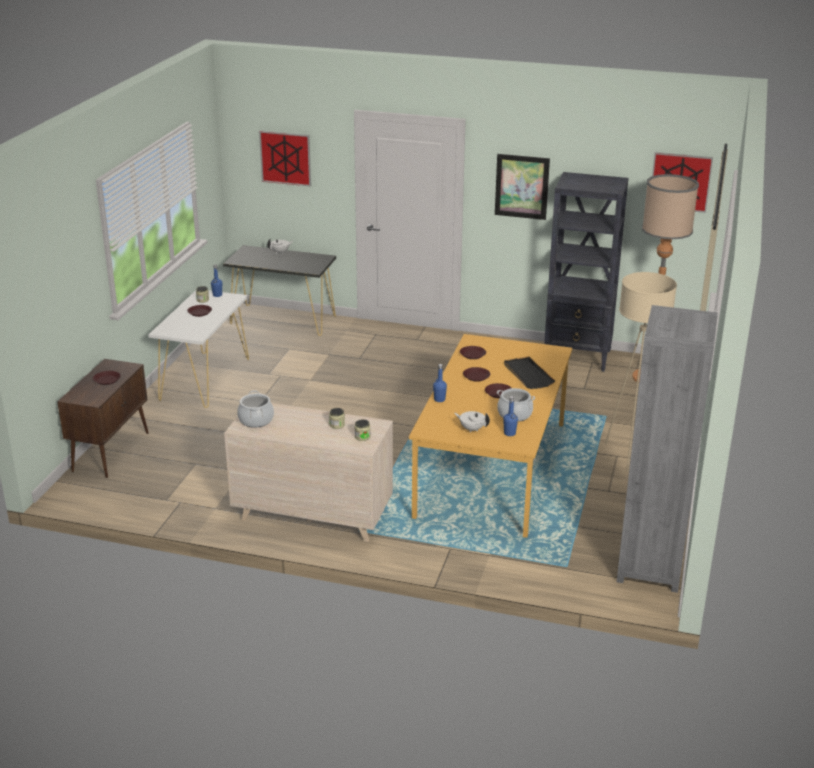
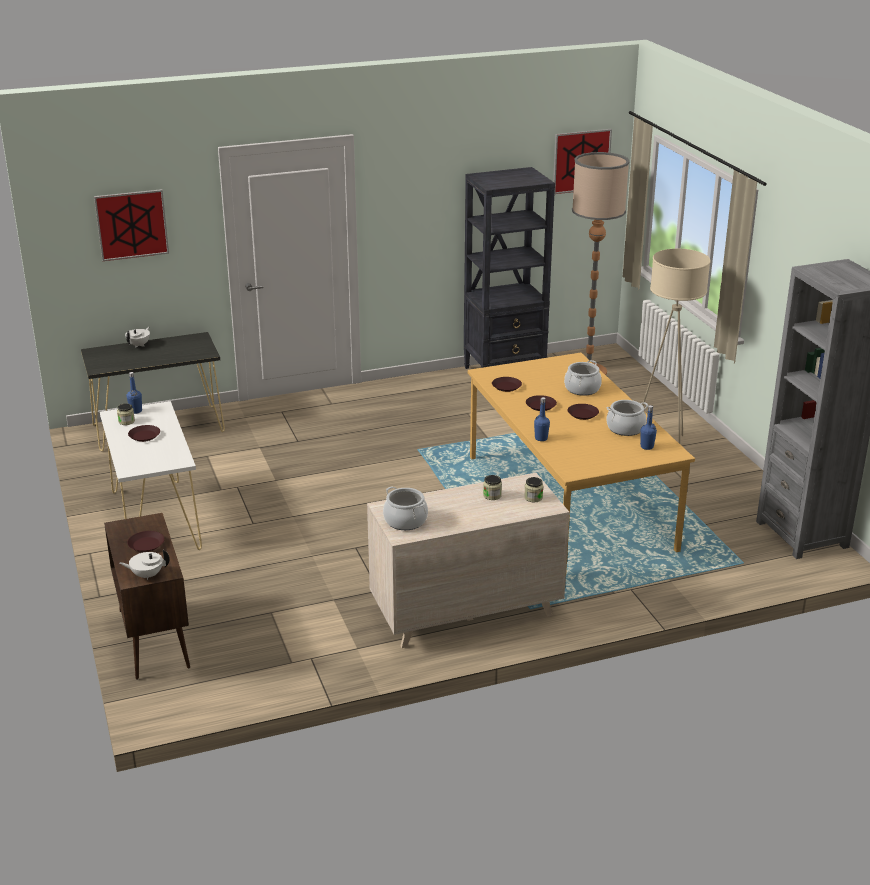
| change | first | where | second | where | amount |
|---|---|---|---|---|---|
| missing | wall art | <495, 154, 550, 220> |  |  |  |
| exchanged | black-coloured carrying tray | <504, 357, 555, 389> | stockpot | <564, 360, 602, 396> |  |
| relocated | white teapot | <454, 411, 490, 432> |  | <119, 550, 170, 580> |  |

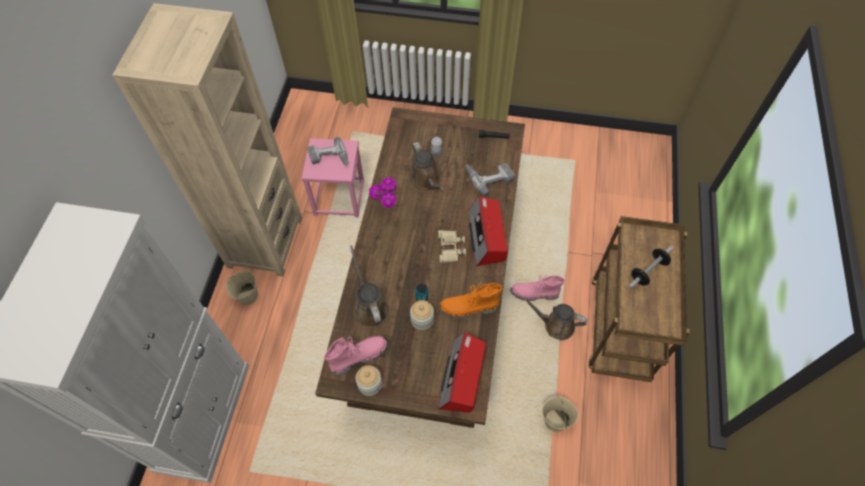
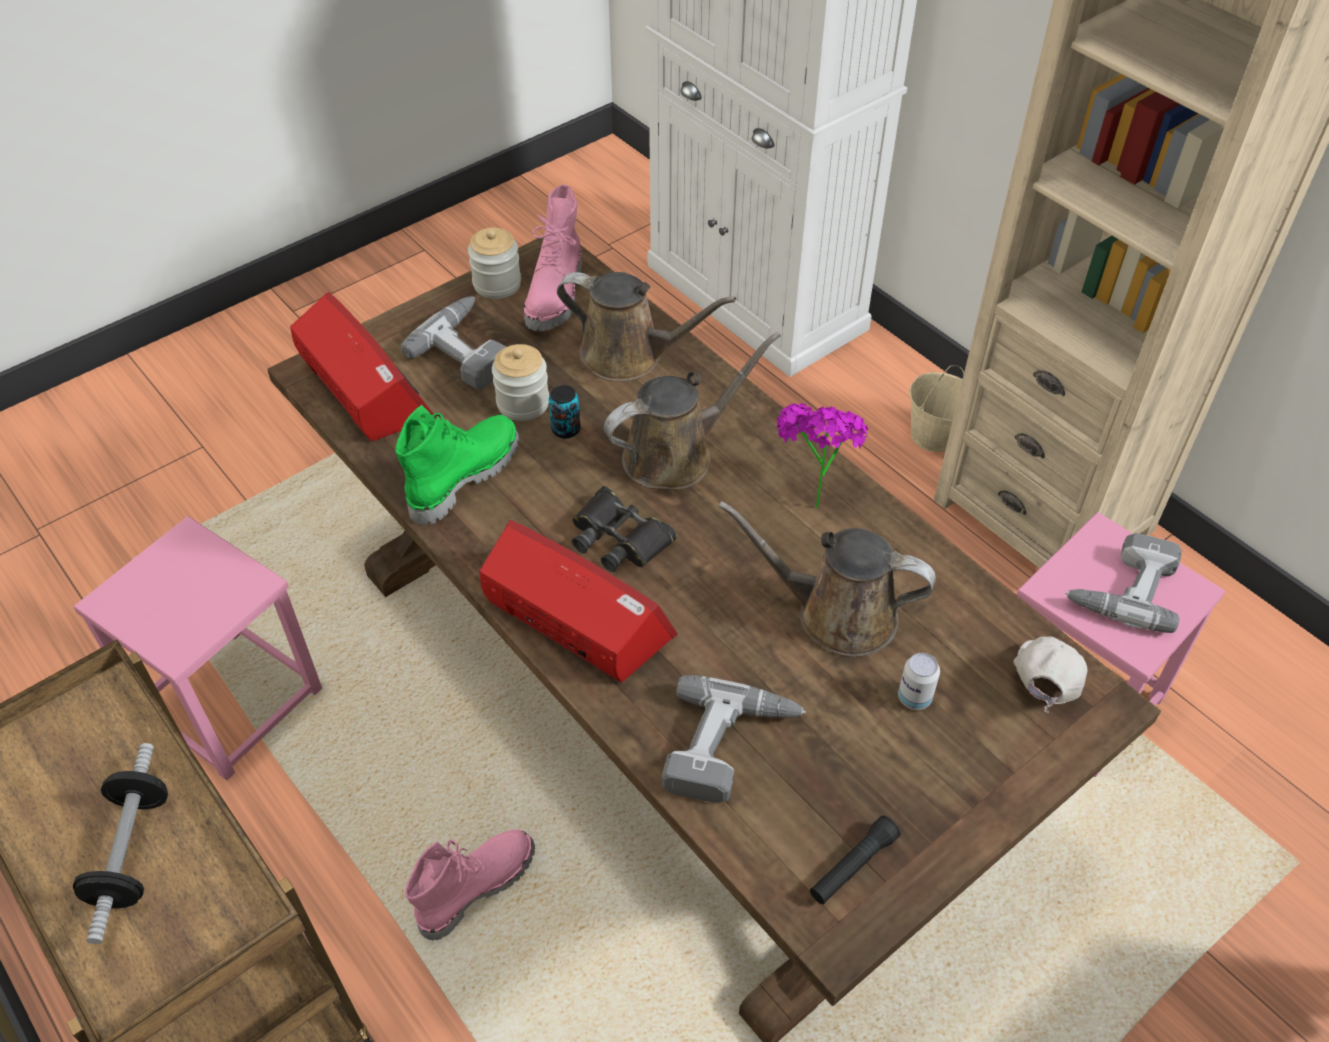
| change | first | where | second | where | amount |
|---|---|---|---|---|---|
| colour | beige-coloured binoculars | <438, 230, 466, 263> | black-coloured binoculars | <572, 486, 677, 572> |  |
| colour | orange high-top boot | <439, 283, 503, 319> | green-coloured high-top boot | <395, 405, 519, 525> |  |
| relocated | brown watering pot | <521, 296, 587, 340> |  | <604, 332, 781, 490> |  |
| exchanged | beige-coloured water bucket | <542, 396, 579, 432> | pinkish sitting stool | <74, 516, 322, 780> |  |
| appeared |  |  | power drill | <401, 296, 507, 390> |  |
| appeared |  |  | white cap | <1014, 636, 1087, 713> |  |

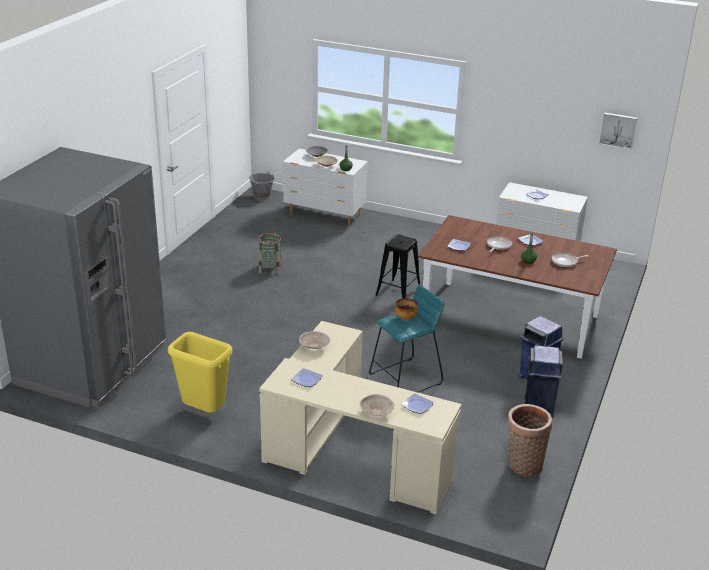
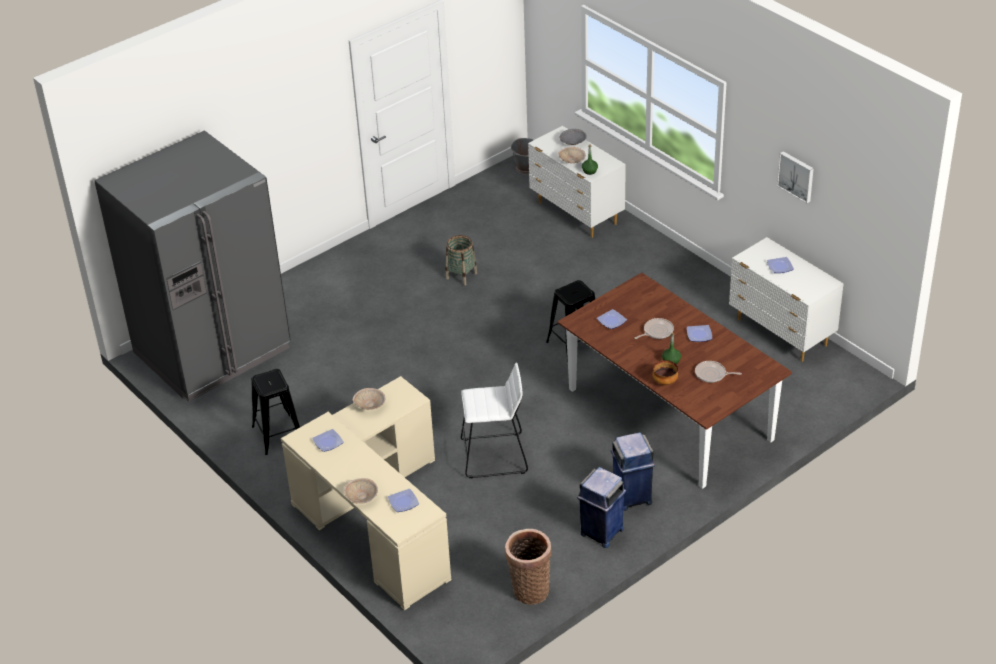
| change | first | where | second | where | amount |
|---|---|---|---|---|---|
| relocated | wall art | <599, 112, 637, 150> |  | <777, 151, 814, 204> |  |
| colour | turquoise-coloured sitting stool | <369, 284, 444, 392> | white sitting stool | <461, 362, 528, 478> |  |
| relocated | bowl | <395, 298, 418, 320> |  | <652, 360, 678, 385> |  |
| exchanged | yellow-coloured rubbish bin | <168, 332, 232, 413> | black-coloured sitting stool | <251, 369, 300, 455> |  |

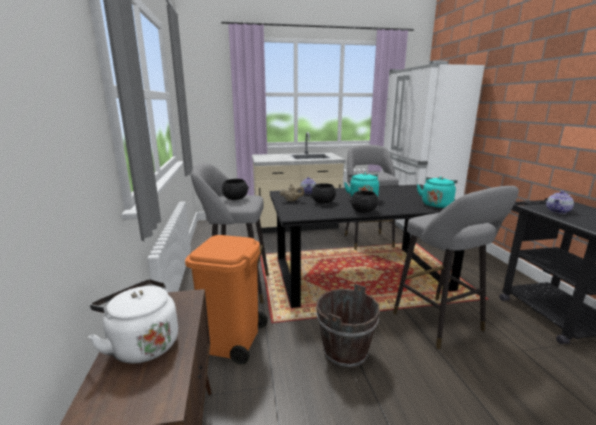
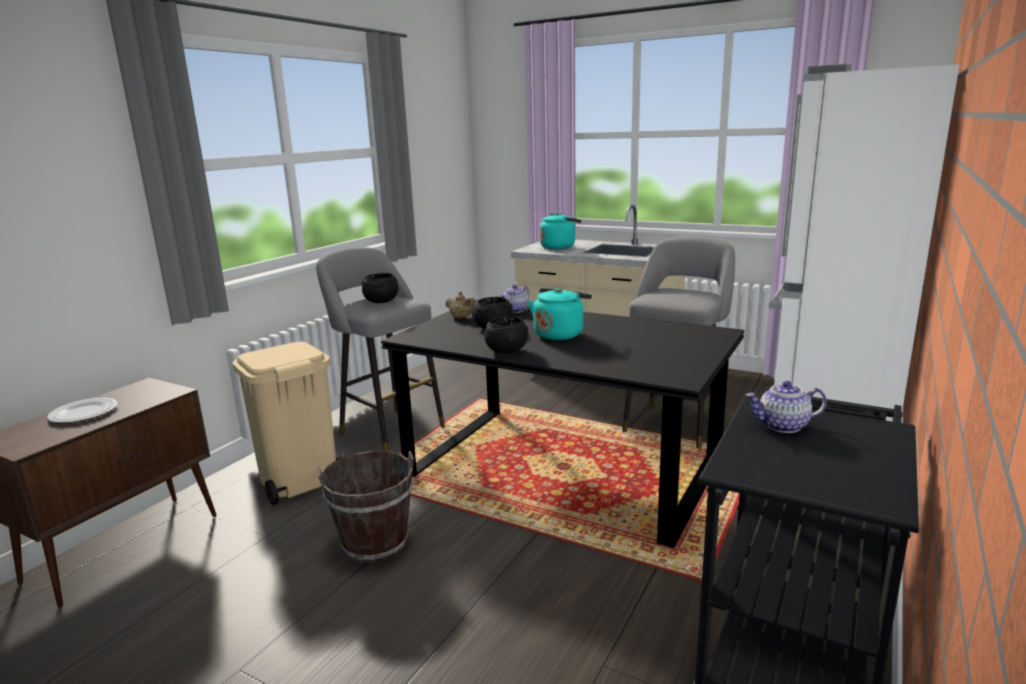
| change | first | where | second | where | amount |
|---|---|---|---|---|---|
| relocated | turquoise-coloured tea kettle | <417, 177, 458, 208> |  | <540, 213, 581, 249> |  |
| missing | grey sitting stool | <393, 186, 519, 349> |  |  |  |
| colour | orange rubbish bin | <185, 235, 268, 364> | beige-coloured rubbish bin | <232, 342, 342, 505> |  |
| exchanged | white tea kettle | <88, 279, 178, 364> | plate | <47, 398, 118, 423> |  |

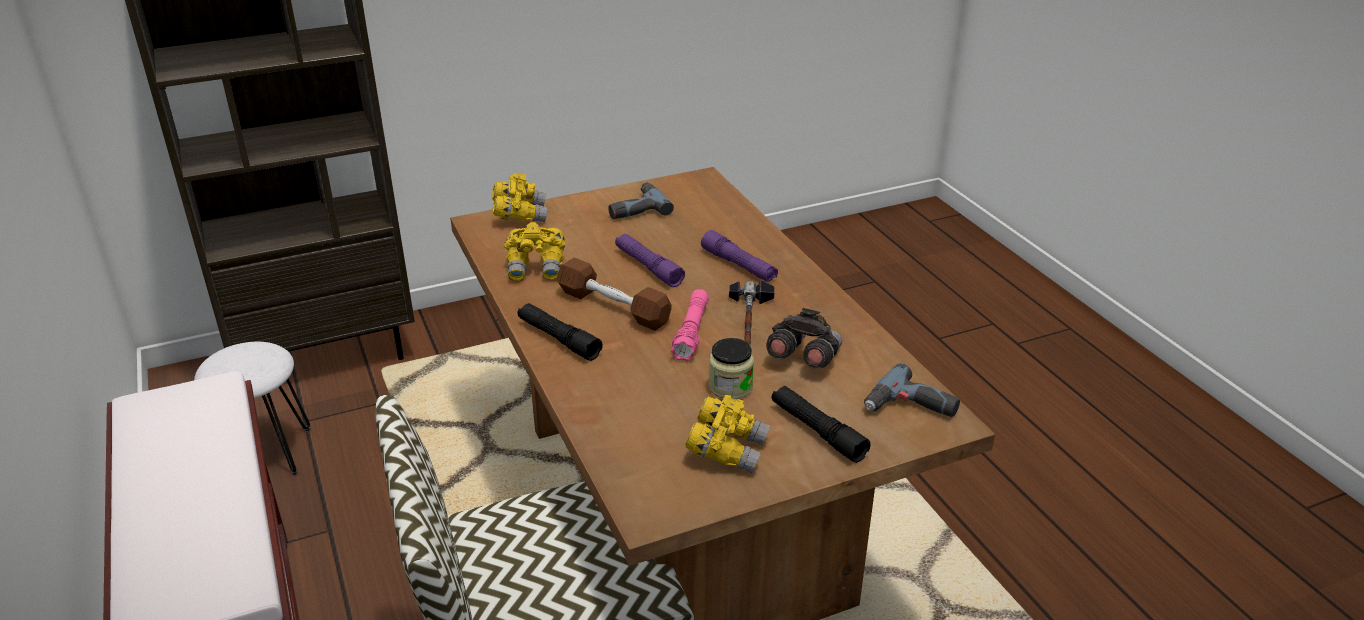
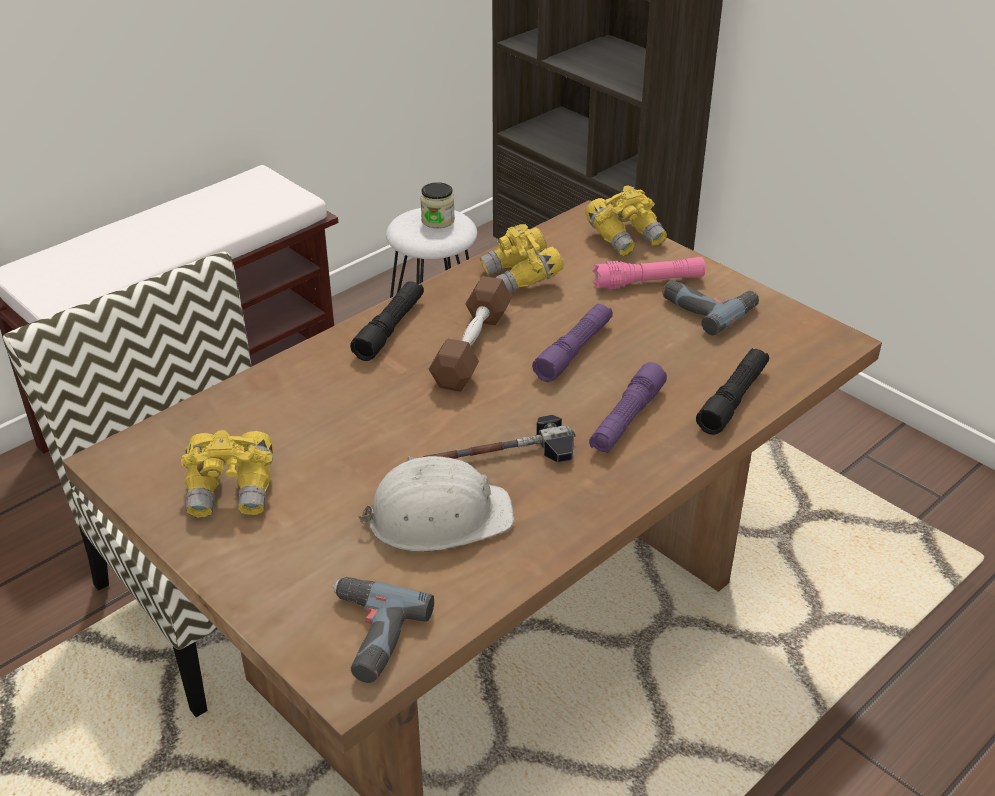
| change | first | where | second | where | amount |
|---|---|---|---|---|---|
| relocated | pinkish flashlight | <671, 289, 709, 361> |  | <593, 257, 705, 289> |  |
| exchanged | grey binoculars | <766, 308, 842, 369> | white hard hat | <359, 456, 514, 552> |  |
| relocated | storage jar | <709, 338, 754, 399> |  | <420, 182, 455, 228> |  |
| relocated | black-coloured flashlight | <772, 385, 871, 463> |  | <696, 348, 769, 435> |  |

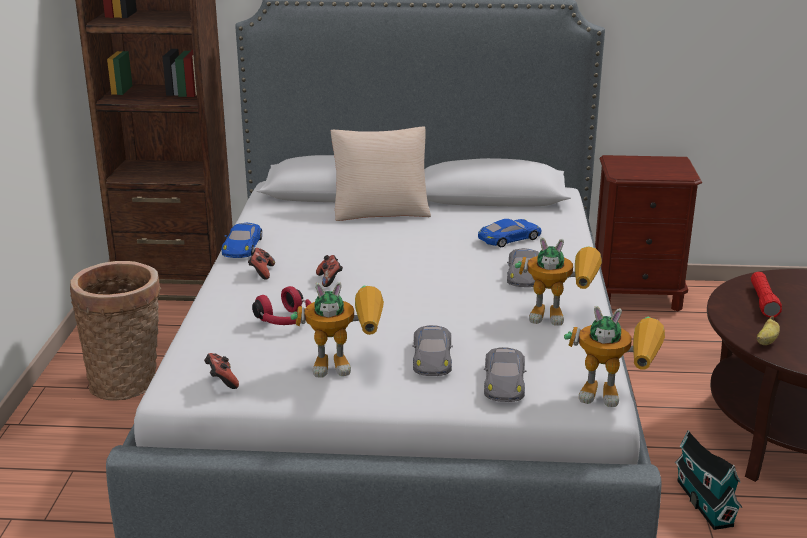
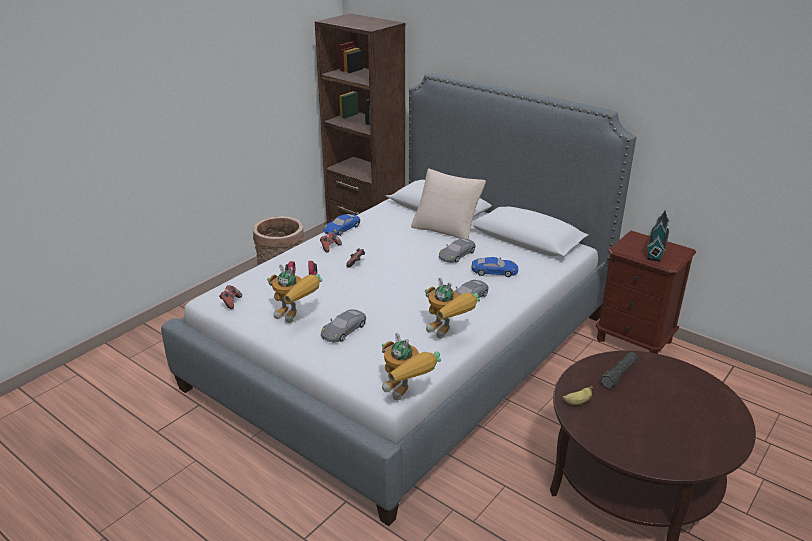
| change | first | where | second | where | amount |
|---|---|---|---|---|---|
| colour | red-coloured flashlight | <751, 272, 782, 318> | black-coloured flashlight | <600, 352, 638, 389> |  |
| relocated | grey model car | <484, 347, 526, 402> |  | <439, 239, 476, 263> |  |
| relocated | model house | <675, 430, 742, 530> |  | <647, 210, 670, 262> |  |

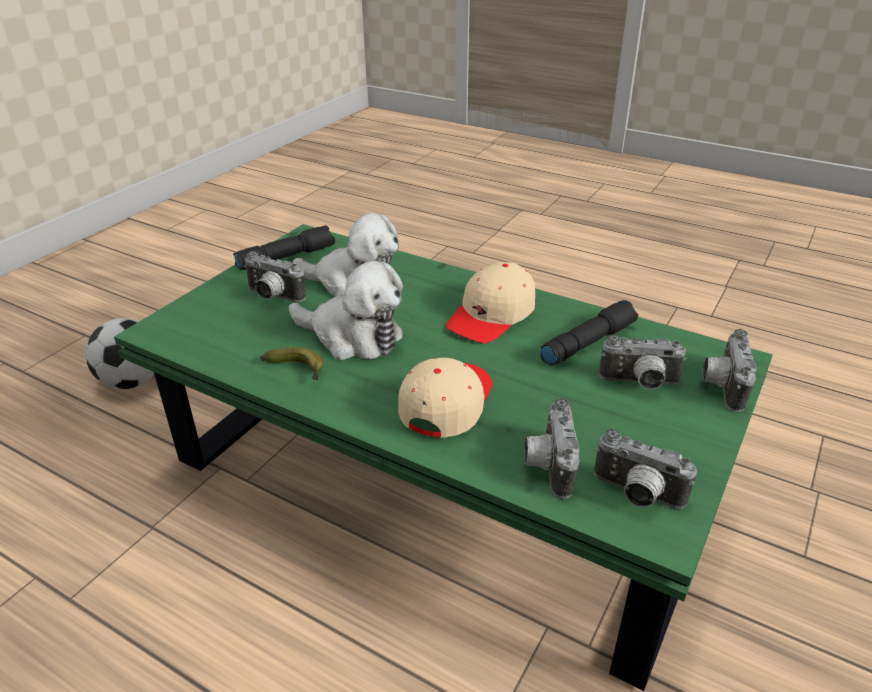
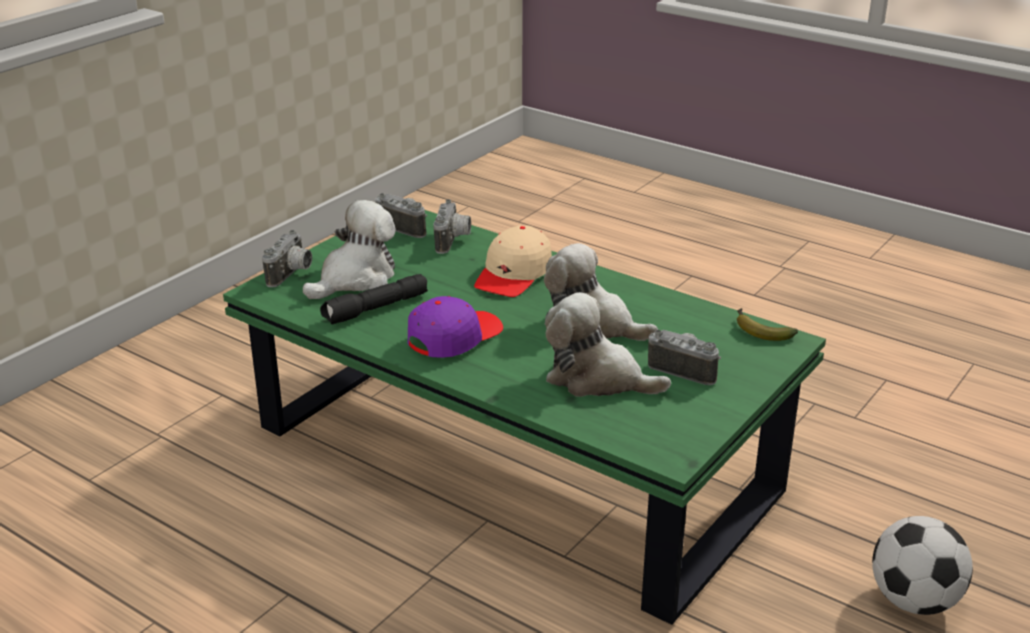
| change | first | where | second | where | amount |
|---|---|---|---|---|---|
| missing | black-coloured flashlight | <233, 225, 335, 270> |  |  |  |
| colour | beige-coloured cap | <445, 262, 535, 343> | purple-coloured cap | <408, 296, 503, 358> |  |
| exchanged | photo camera | <599, 335, 686, 390> | soft toy | <303, 200, 396, 299> |  |
| relocated | banana fruit | <260, 347, 323, 380> |  | <737, 308, 798, 341> |  |

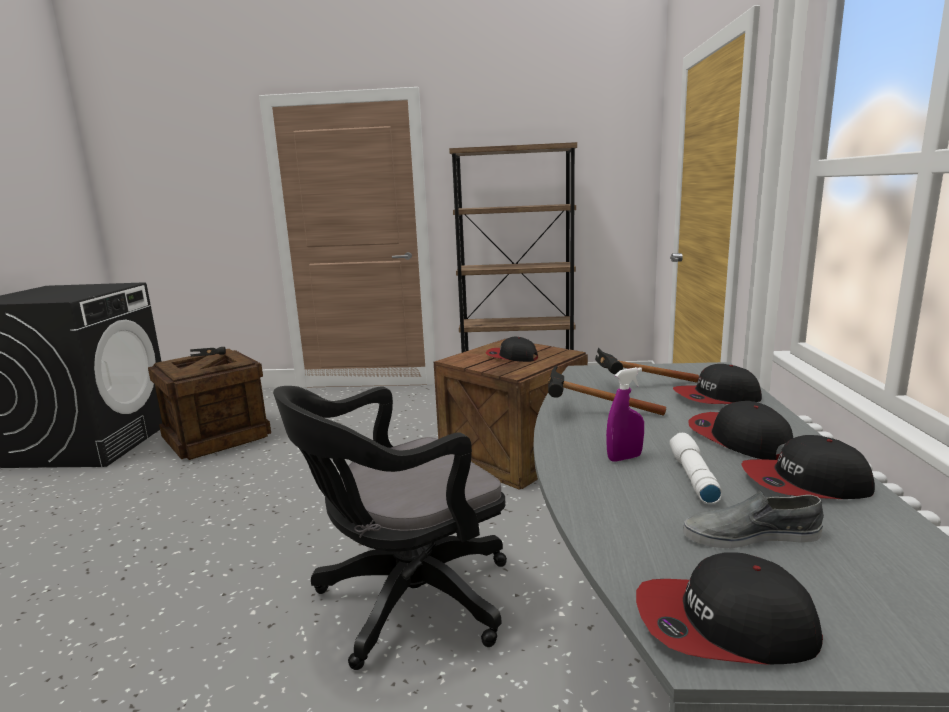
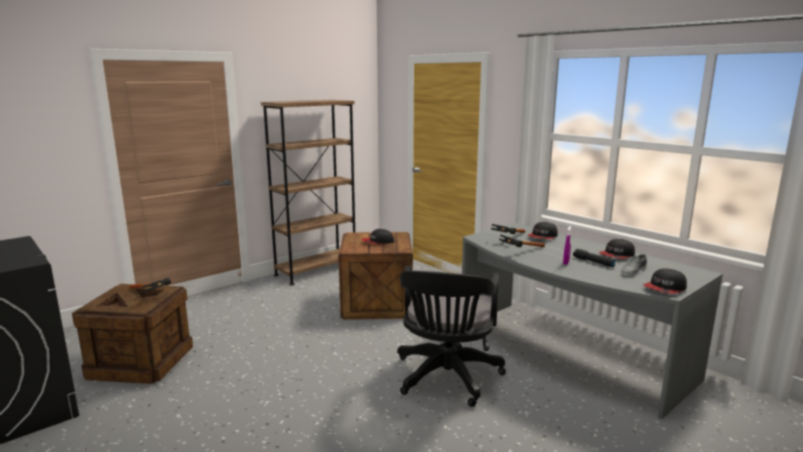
| change | first | where | second | where | amount |
|---|---|---|---|---|---|
| missing | cap | <688, 401, 793, 460> |  |  |  |
| colour | white flashlight | <669, 433, 722, 504> | black-coloured flashlight | <573, 249, 616, 267> |  |

